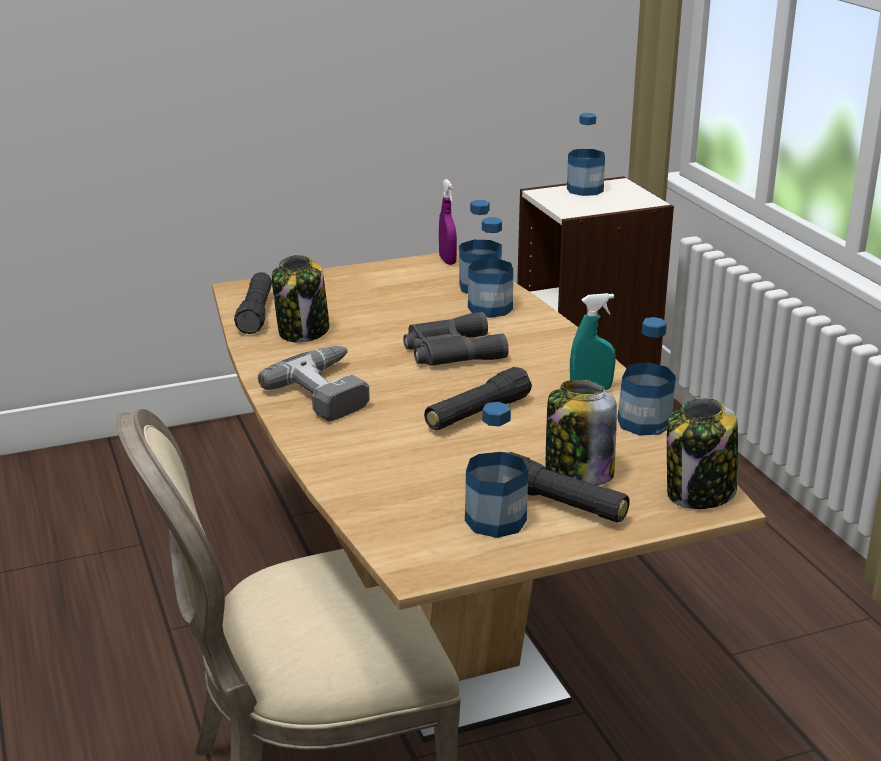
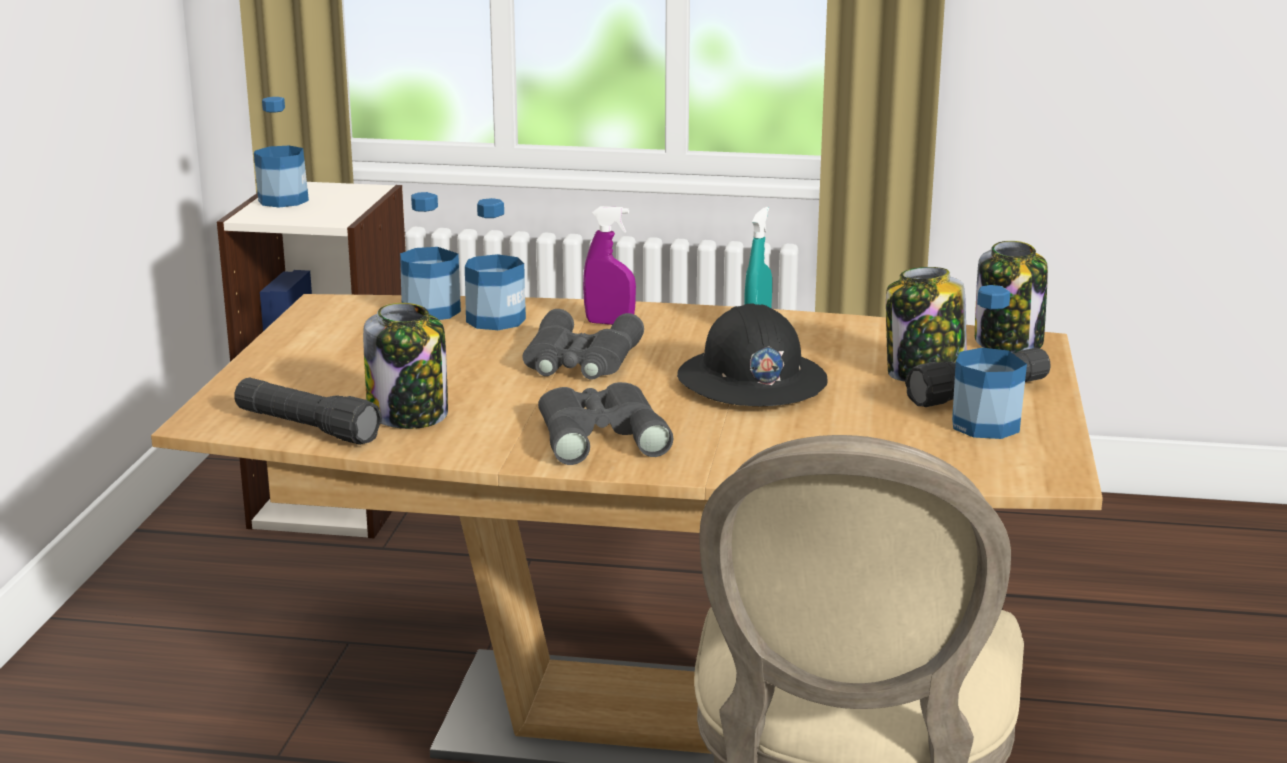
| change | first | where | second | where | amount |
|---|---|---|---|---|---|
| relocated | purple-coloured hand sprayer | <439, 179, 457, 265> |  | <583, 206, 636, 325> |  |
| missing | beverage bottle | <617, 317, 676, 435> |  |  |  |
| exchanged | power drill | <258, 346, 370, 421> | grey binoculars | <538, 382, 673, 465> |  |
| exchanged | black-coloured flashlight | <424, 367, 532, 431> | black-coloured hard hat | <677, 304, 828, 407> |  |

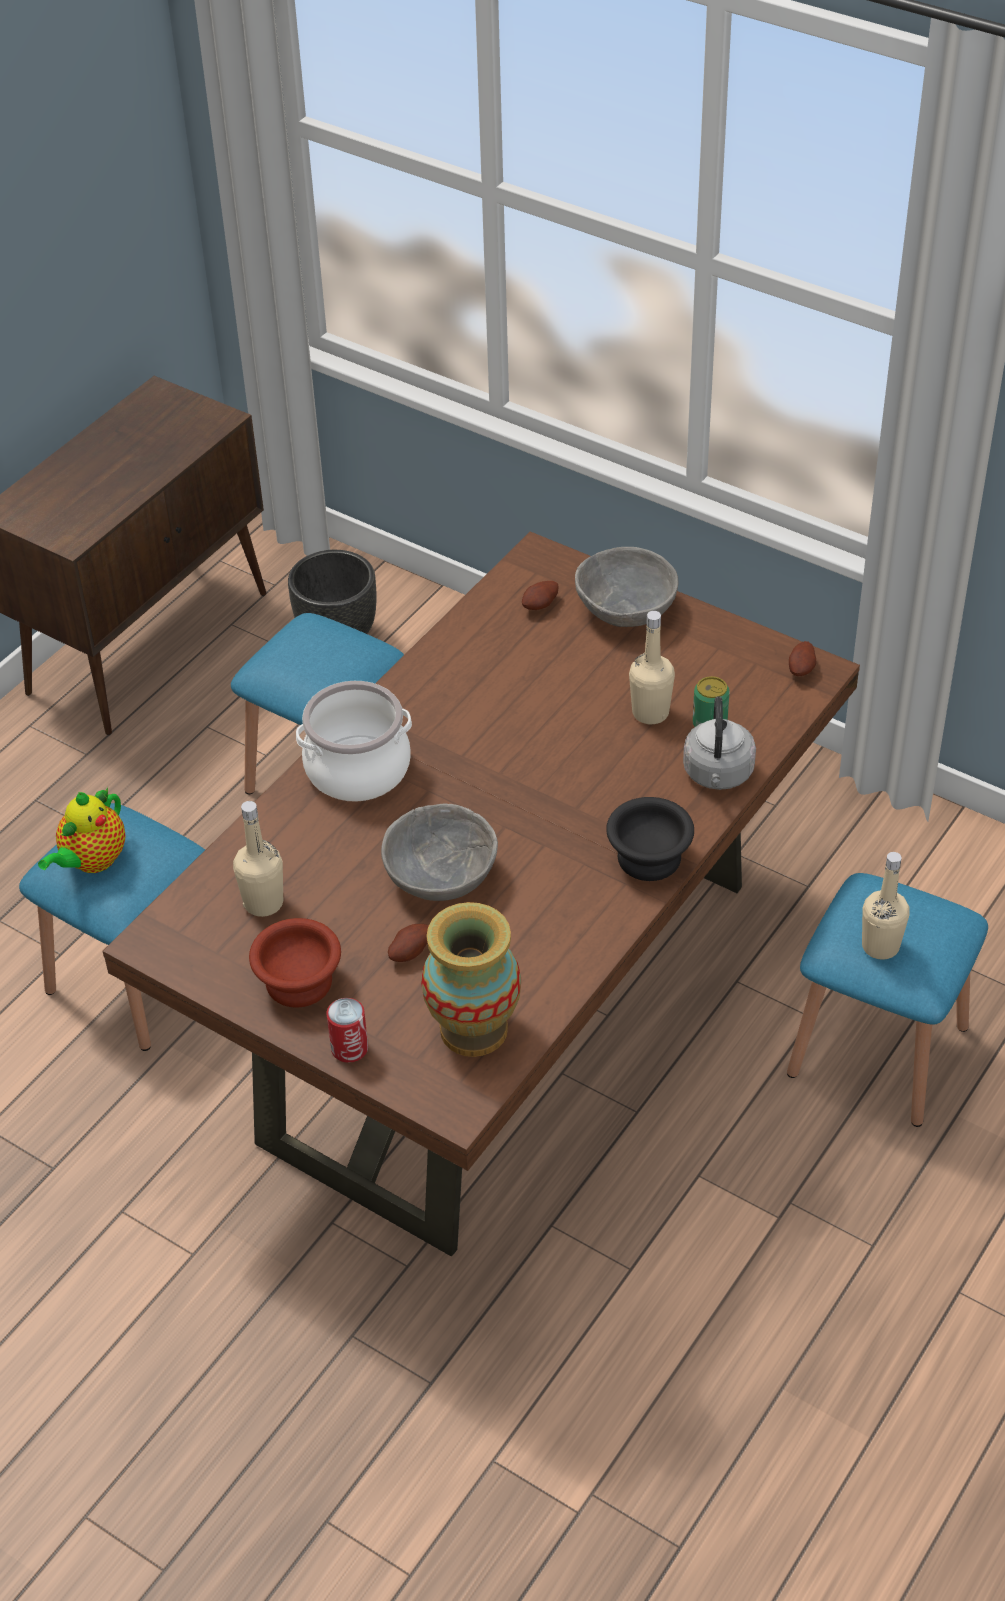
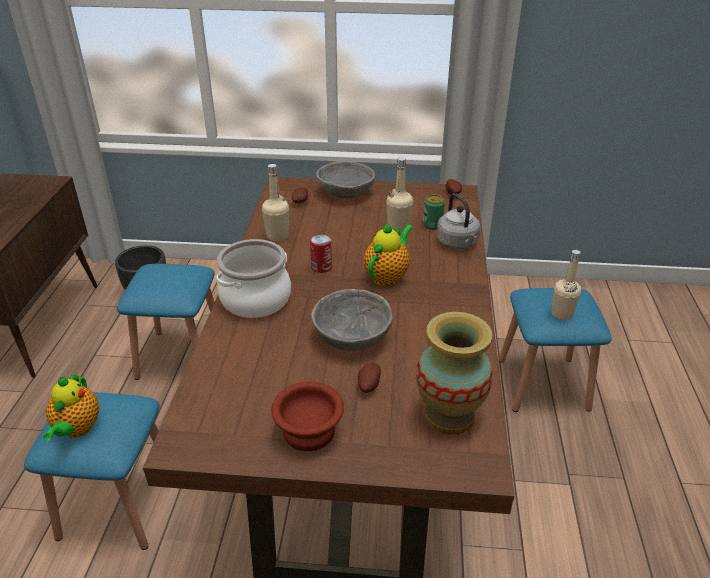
| change | first | where | second | where | amount |
|---|---|---|---|---|---|
| missing | black-coloured bowl | <606, 797, 694, 881> |  |  |  |
| relocated | beige-coloured beverage bottle | <233, 801, 283, 917> |  | <262, 164, 289, 241> |  |
| relocated | metal can | <326, 998, 368, 1063> |  | <310, 234, 332, 273> |  |
| appeared |  |  | teapot | <364, 222, 413, 286> |  |

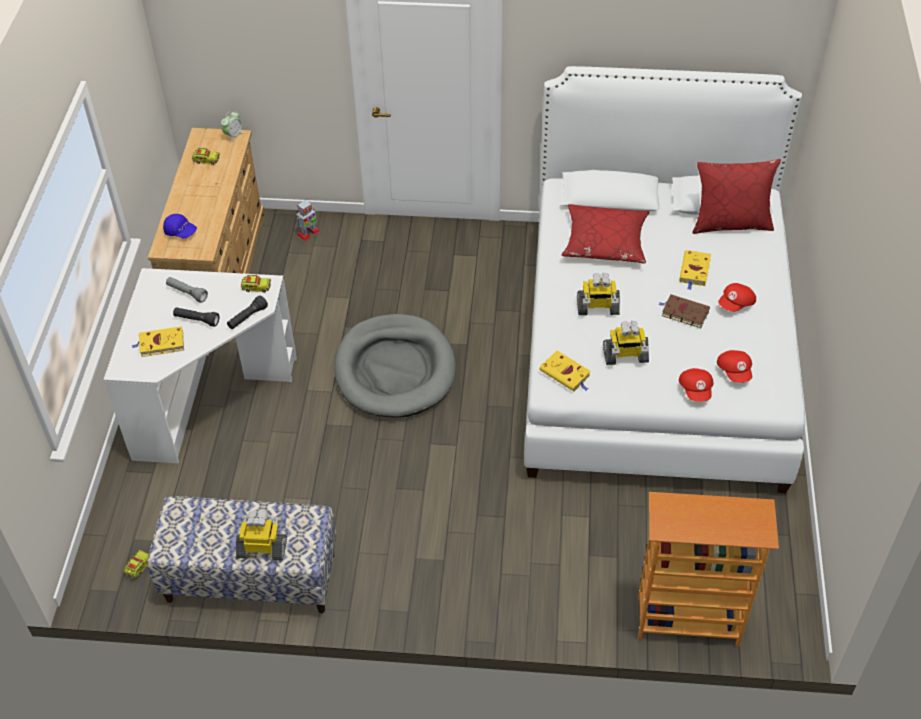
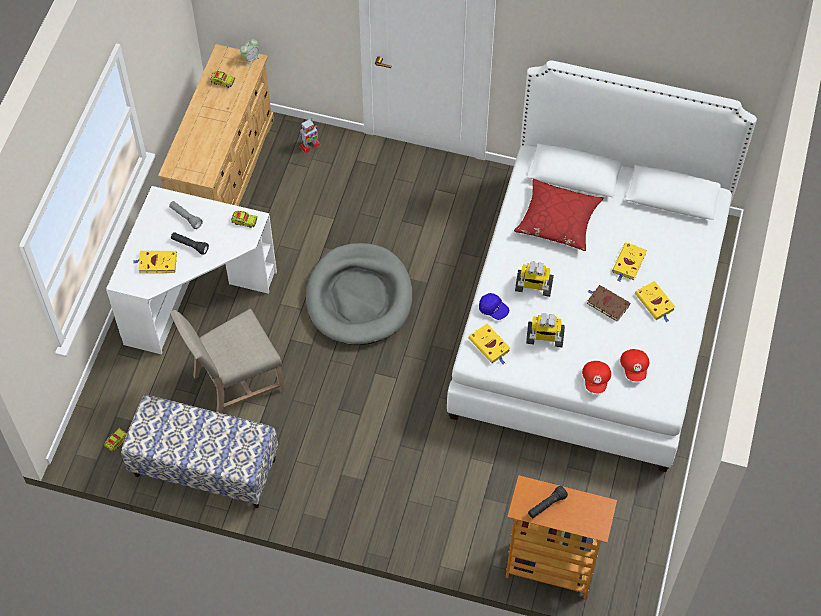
| change | first | where | second | where | amount |
|---|---|---|---|---|---|
| missing | red-coloured pillow | <692, 159, 781, 234> |  |  |  |
| relocated | blue cap | <163, 214, 197, 239> |  | <479, 293, 509, 320> |  |
| exchanged | red-coloured cap | <718, 283, 756, 312> | yellow-coloured bound book | <635, 281, 675, 322> |  |
| relocated | black-coloured flashlight | <227, 296, 268, 329> |  | <528, 486, 568, 518> |  |
| missing | robot figure | <236, 510, 287, 560> |  |  |  |
| appeared |  |  | beige-coloured chair | <170, 309, 285, 413> |  |

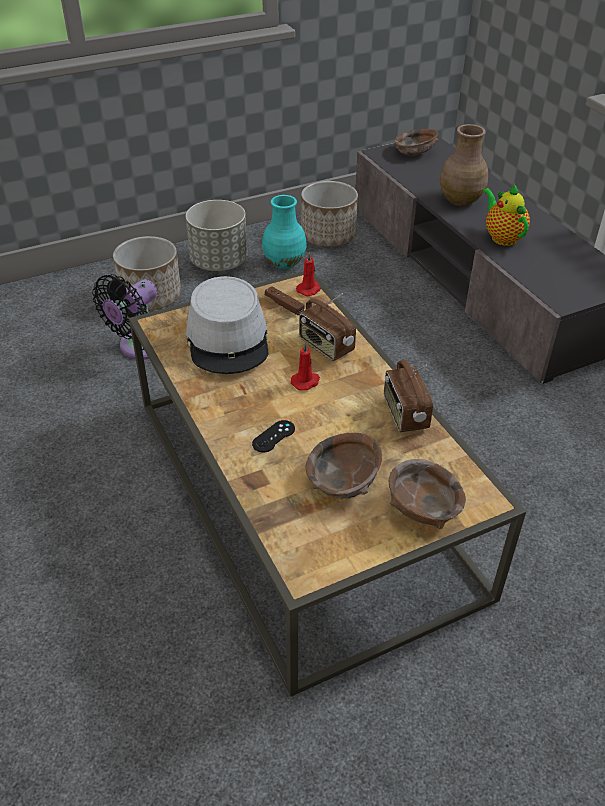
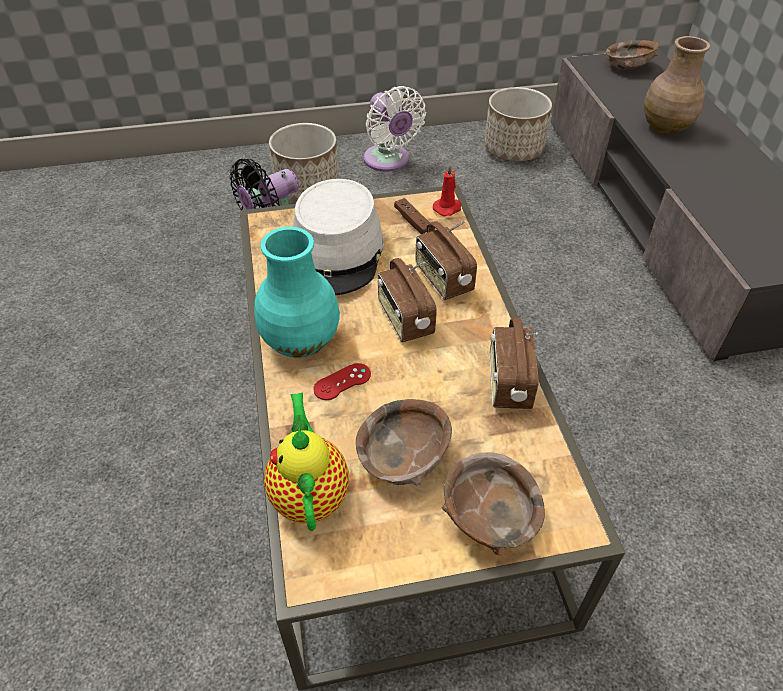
| change | first | where | second | where | amount |
|---|---|---|---|---|---|
| relocated | teapot | <483, 184, 530, 246> |  | <264, 392, 349, 531> |  |
| relocated | turquoise-coloured flower vase | <262, 195, 307, 269> |  | <254, 227, 340, 357> |  |
| exchanged | grey plant pot | <186, 200, 247, 271> | white fan | <364, 86, 426, 172> |  |
| exchanged | red-coloured candle | <291, 342, 320, 391> | radio | <378, 258, 437, 342> |  |
| colour | black-coloured joypad | <252, 420, 295, 453> | red-coloured joypad | <313, 363, 371, 400> |  |

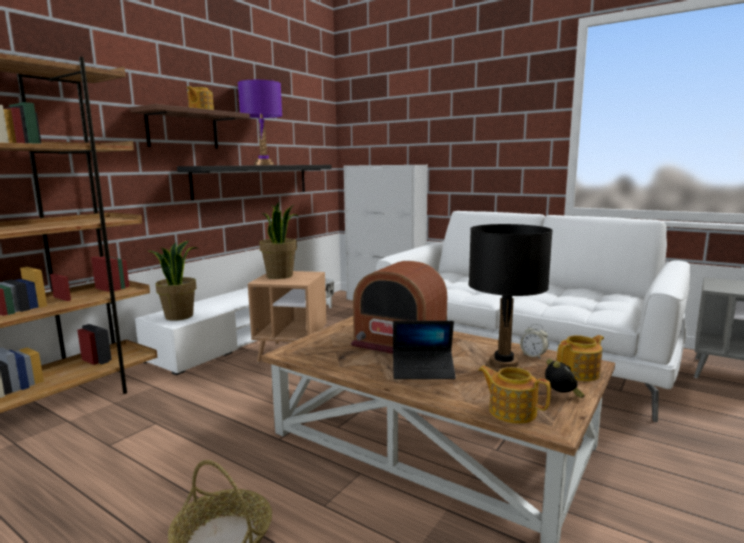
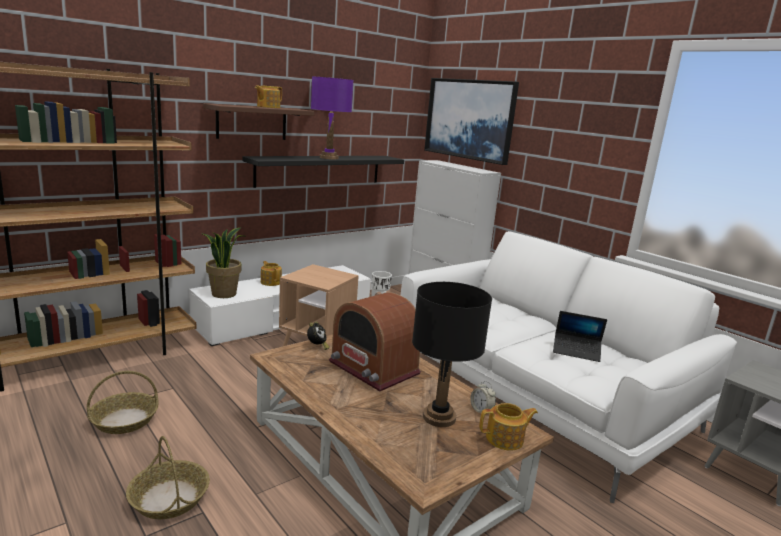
| change | first | where | second | where | amount |
|---|---|---|---|---|---|
| missing | houseplant | <259, 203, 298, 279> |  |  |  |
| relocated | laptop | <393, 321, 456, 379> |  | <553, 311, 607, 362> |  |
| relocated | table clock | <545, 359, 585, 398> |  | <307, 321, 330, 350> |  |
| relocated | teapot | <478, 366, 551, 424> |  | <261, 261, 282, 286> |  |
| appeared |  |  | wall art | <424, 78, 519, 165> |  |
| appeared |  |  | storage basket | <87, 371, 159, 434> |  |

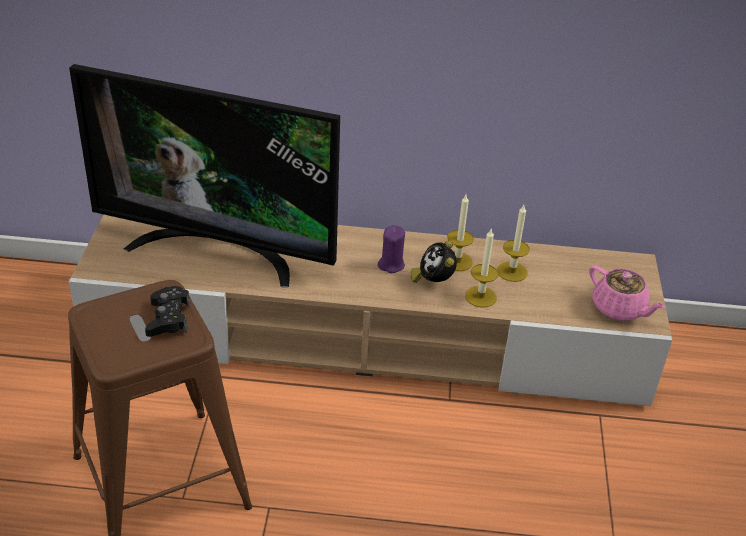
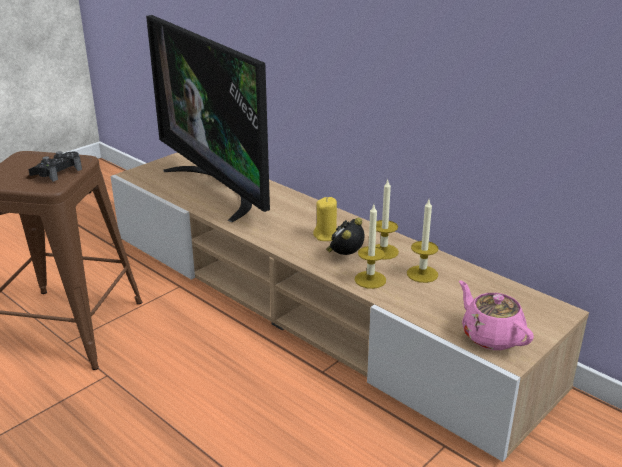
| change | first | where | second | where | amount |
|---|---|---|---|---|---|
| colour | purple-coloured candle | <378, 225, 405, 273> | yellow-coloured candle | <313, 197, 337, 241> |  |
| spun | pinkish teapot | <589, 265, 665, 321> |  | <459, 280, 534, 350> | 150 degrees clockwise |

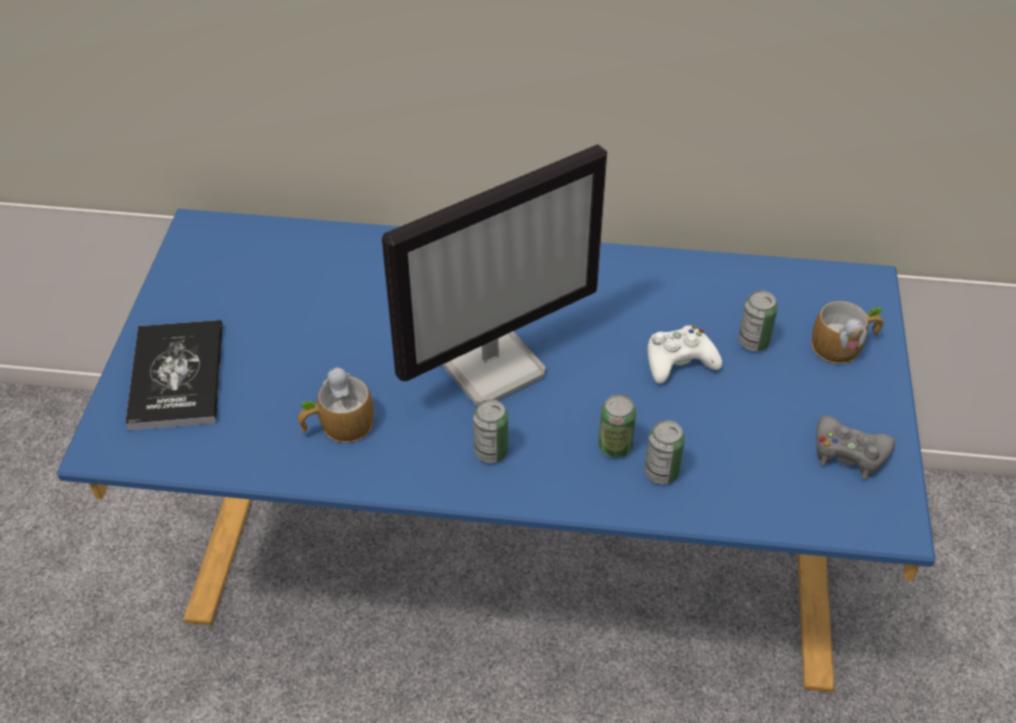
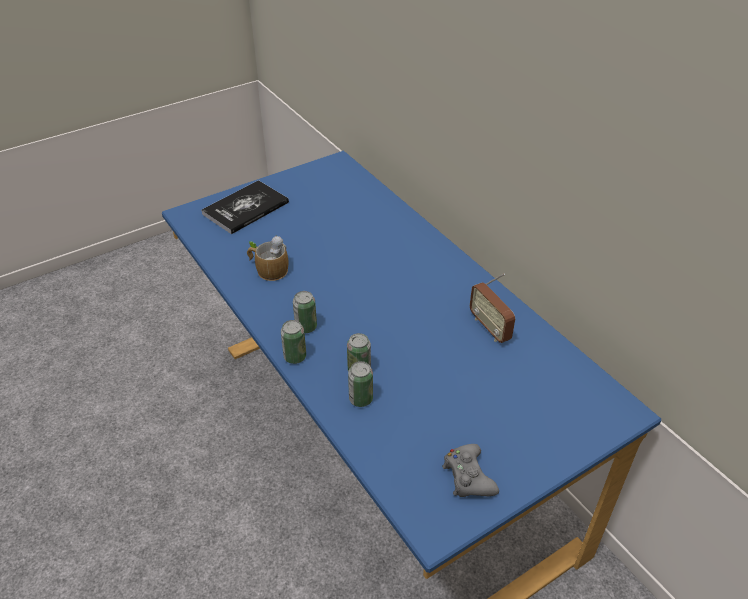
| change | first | where | second | where | amount |
|---|---|---|---|---|---|
| missing | computer display | <382, 144, 607, 405> |  |  |  |
| relocated | metal can | <738, 290, 778, 351> |  | <281, 320, 306, 364> |  |
| missing | coffee mug | <812, 301, 883, 364> |  |  |  |
| missing | white joypad | <647, 325, 722, 384> |  |  |  |
| appeared |  |  | radio | <470, 273, 515, 343> |  |

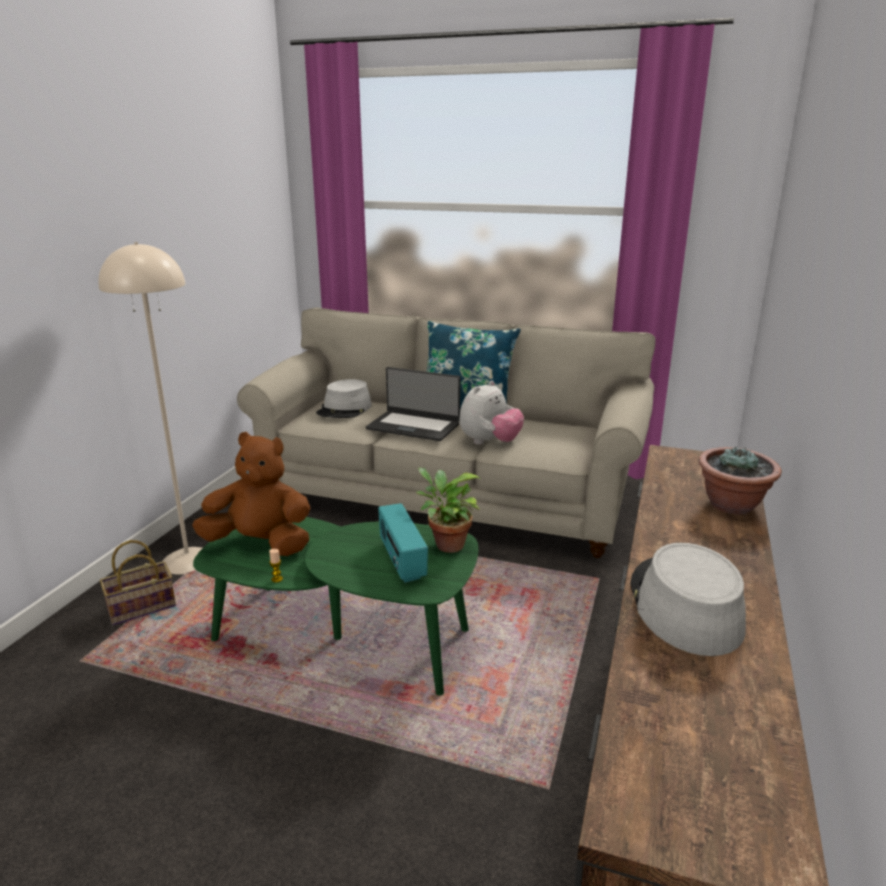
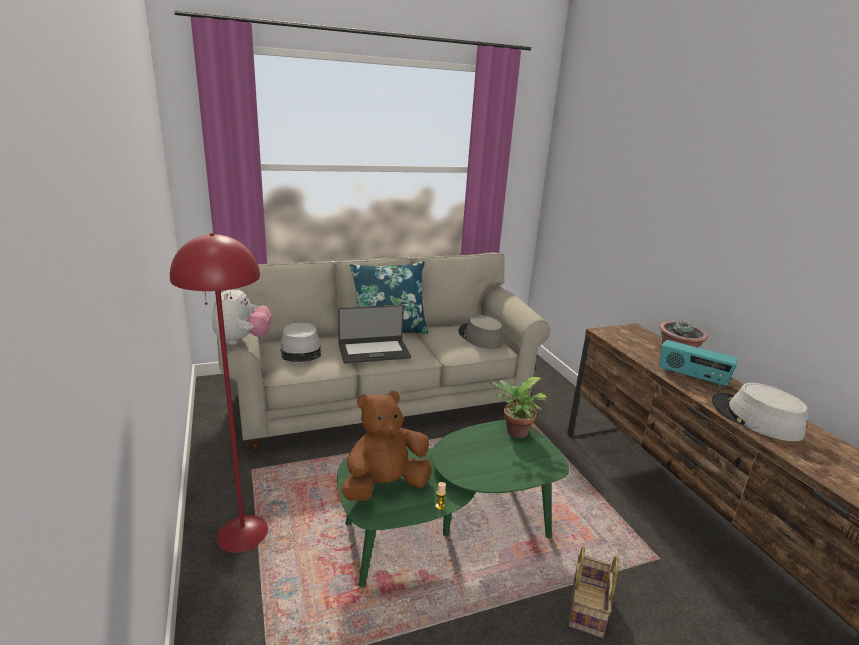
| change | first | where | second | where | amount |
|---|---|---|---|---|---|
| colour | beige-coloured floor lamp | <98, 242, 202, 575> | red-coloured floor lamp | <170, 233, 268, 553> |  |
| relocated | soft toy | <459, 381, 524, 445> |  | <212, 288, 272, 345> |  |
| relocated | radio | <378, 503, 428, 583> |  | <659, 340, 738, 388> |  |
| relocated | storage basket | <100, 540, 176, 626> |  | <569, 546, 619, 638> |  |
| appeared |  |  | grey clothing hat | <458, 315, 503, 349> |  |

